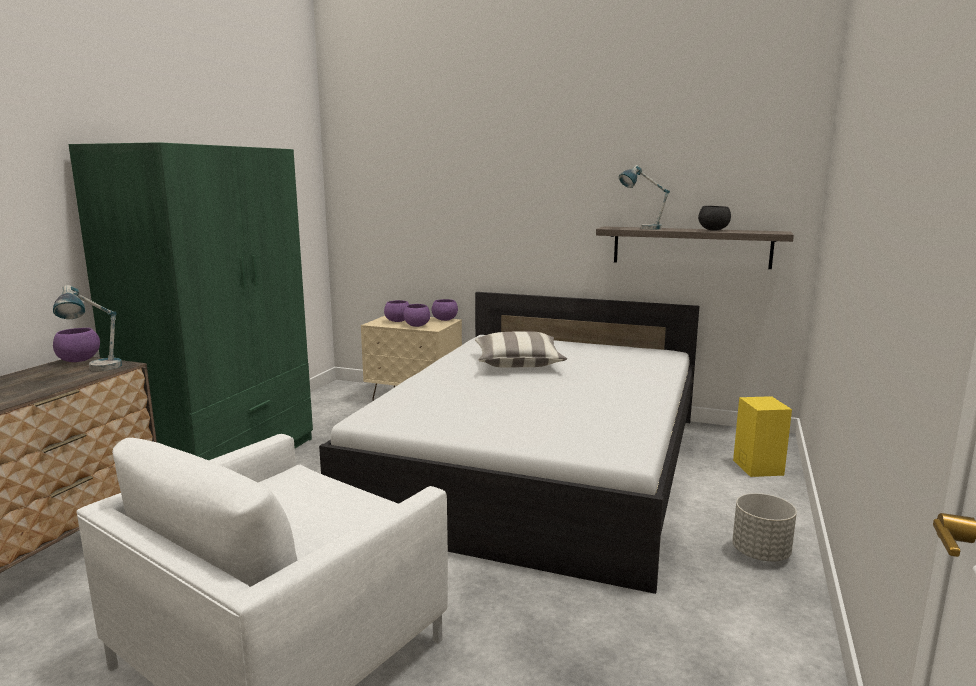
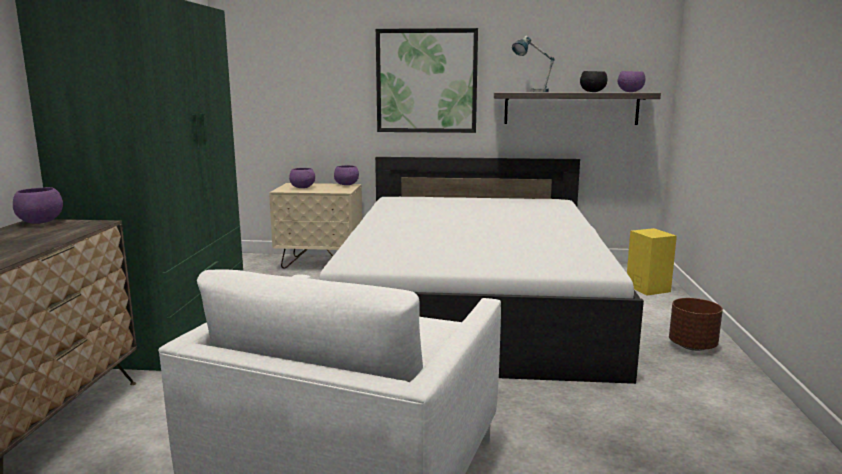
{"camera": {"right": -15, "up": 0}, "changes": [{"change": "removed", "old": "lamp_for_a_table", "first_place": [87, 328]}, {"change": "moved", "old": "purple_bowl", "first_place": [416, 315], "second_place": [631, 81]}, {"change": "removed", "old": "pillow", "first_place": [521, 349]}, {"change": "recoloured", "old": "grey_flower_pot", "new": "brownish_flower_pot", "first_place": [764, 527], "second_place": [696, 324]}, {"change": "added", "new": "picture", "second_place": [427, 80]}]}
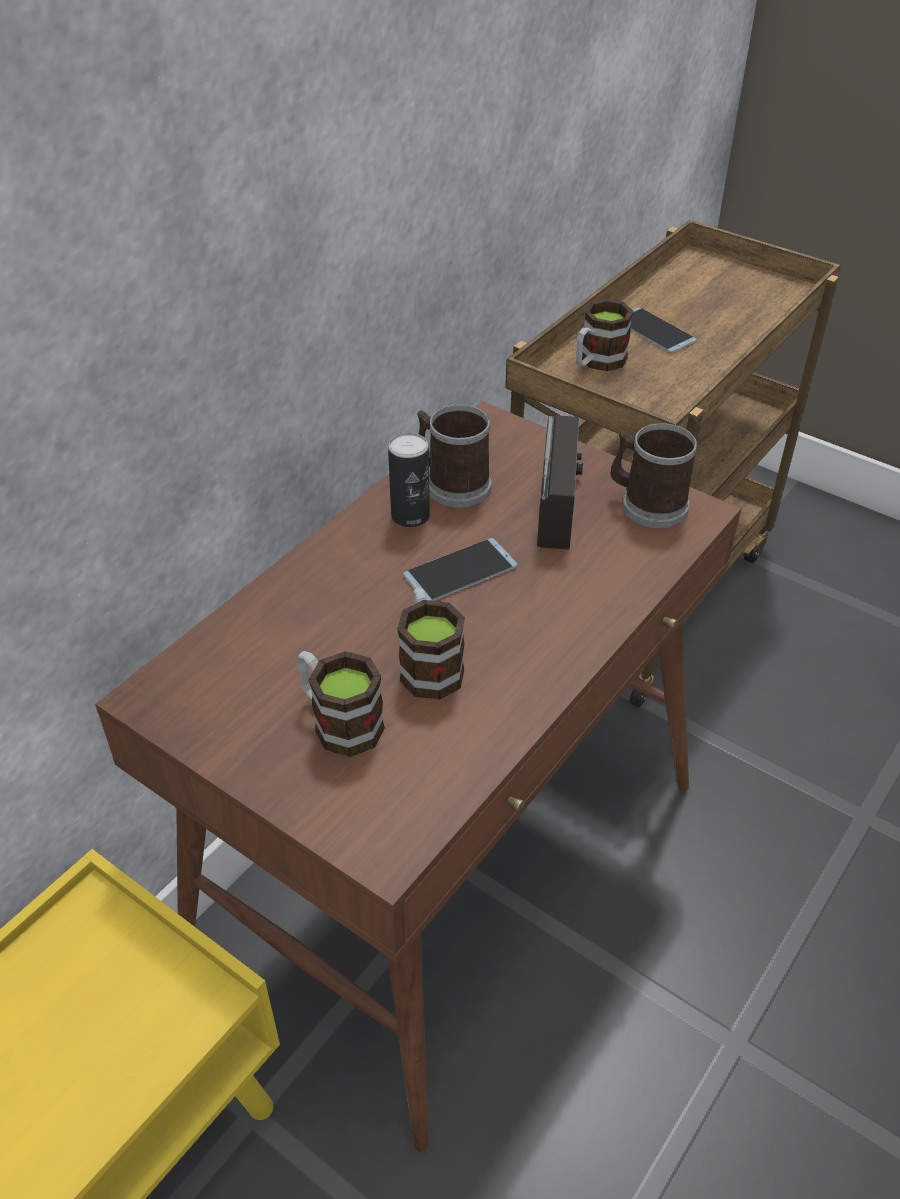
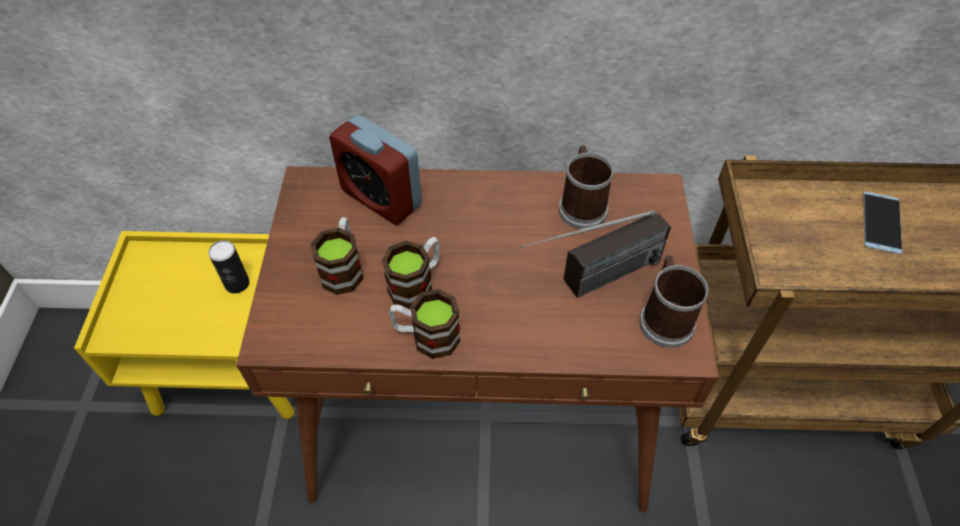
{"camera": {"right": 55, "up": 10}, "changes": [{"change": "moved", "old": "tea_mug", "first_place": [604, 335], "second_place": [425, 324]}, {"change": "moved", "old": "metal_can", "first_place": [409, 479], "second_place": [228, 266]}, {"change": "removed", "old": "handset", "first_place": [460, 569]}, {"change": "added", "new": "bedside_clock", "second_place": [375, 170]}]}
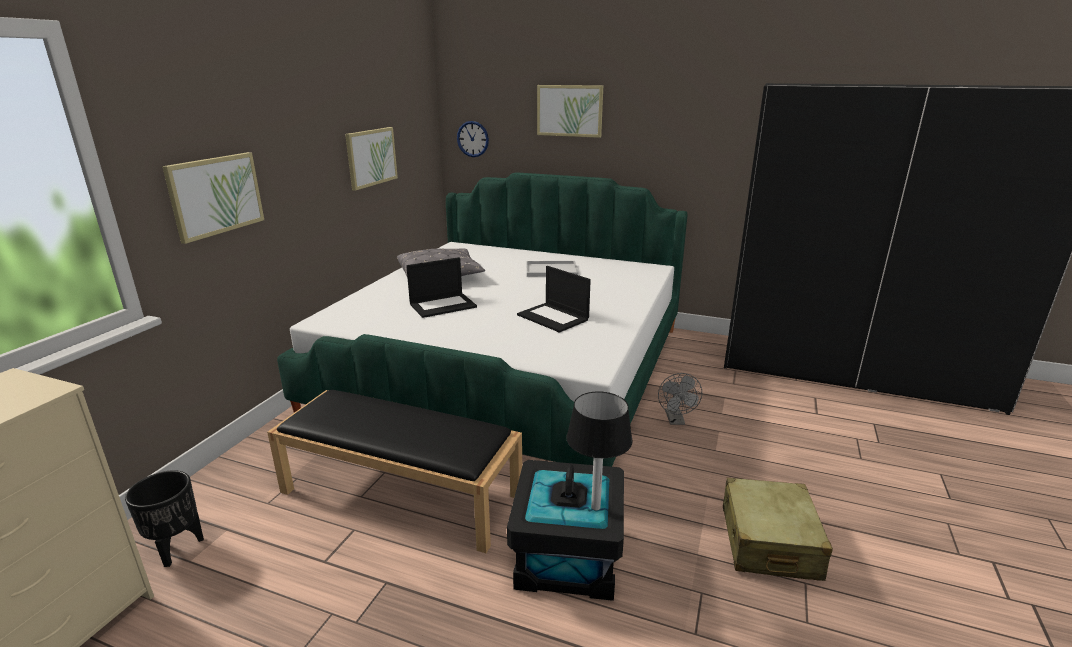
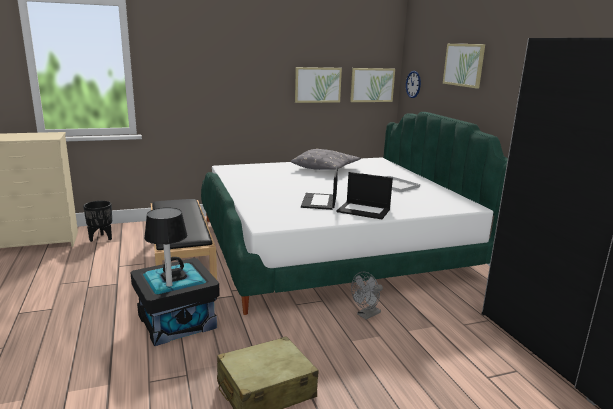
{"camera": {"right": 50, "up": -5}, "changes": [{"change": "moved", "old": "picture", "first_place": [213, 198], "second_place": [372, 85]}, {"change": "moved", "old": "laptop", "first_place": [441, 287], "second_place": [365, 195]}]}
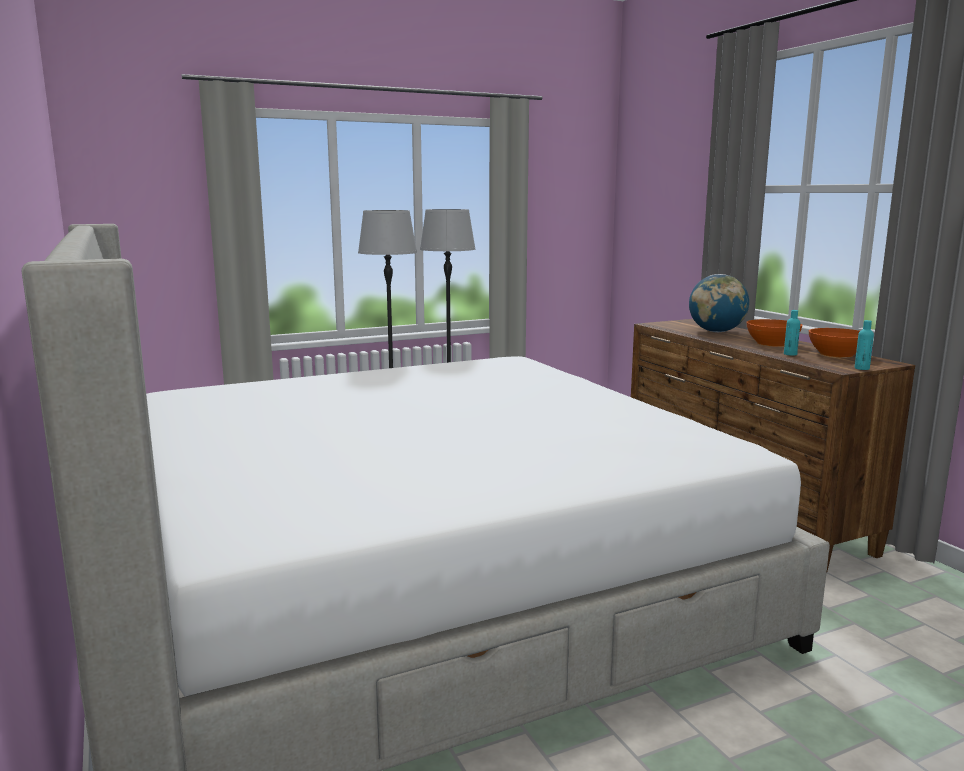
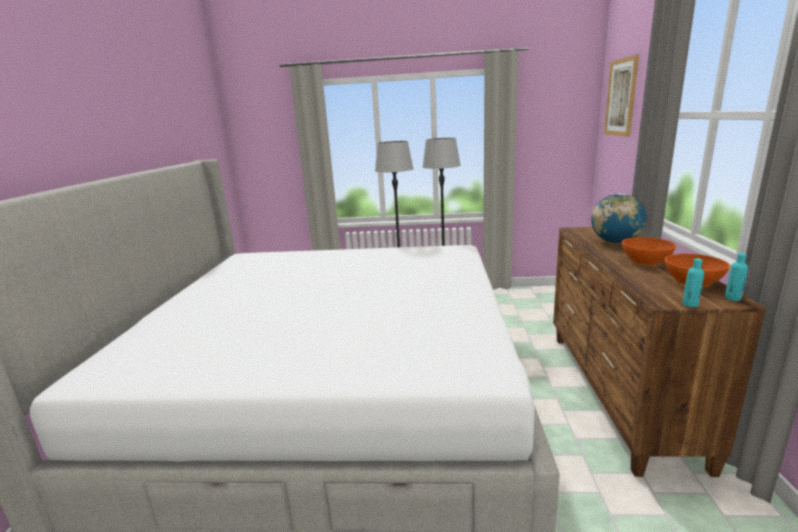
{"camera": {"right": 30, "up": 5}, "changes": [{"change": "moved", "old": "turquoise-coloured_beverage_bottle", "first_place": [792, 333], "second_place": [736, 277]}, {"change": "added", "new": "picture", "second_place": [621, 95]}]}
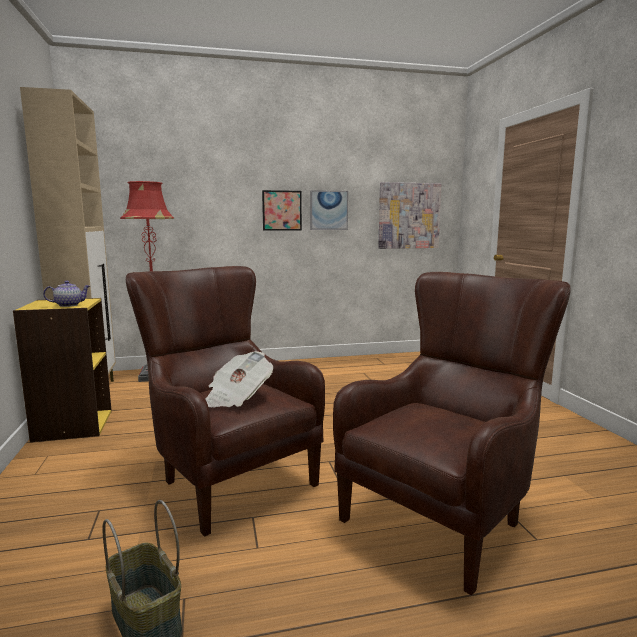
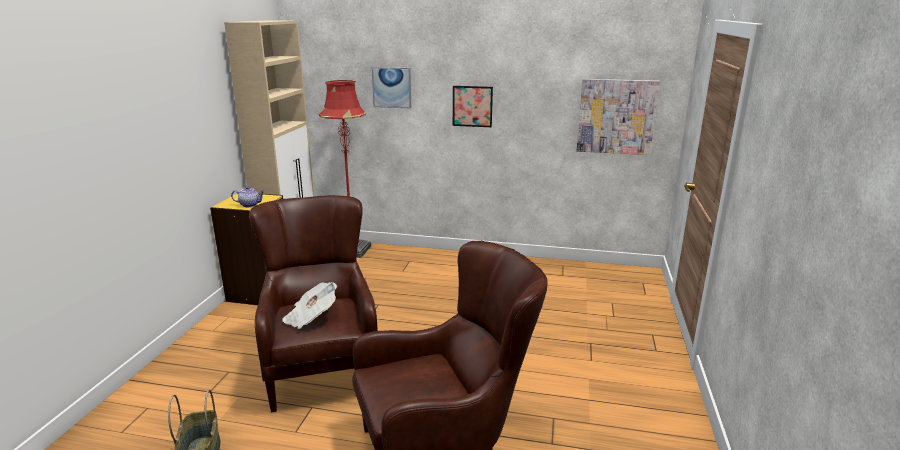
{"camera": {"right": 25, "up": 10}, "changes": [{"change": "moved", "old": "picture", "first_place": [329, 210], "second_place": [391, 87]}]}
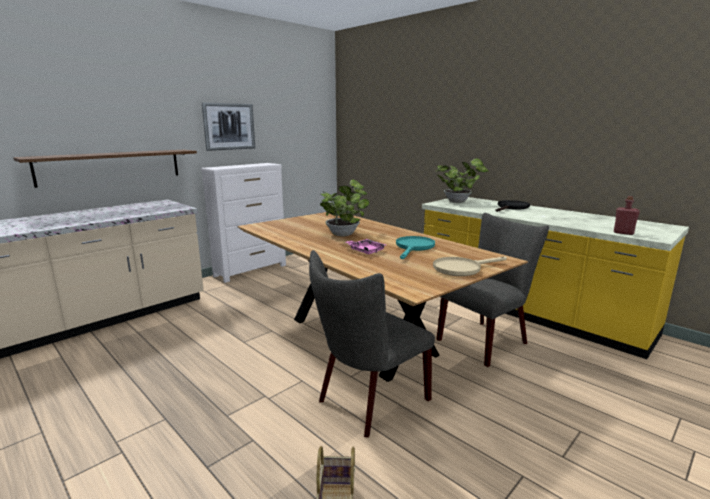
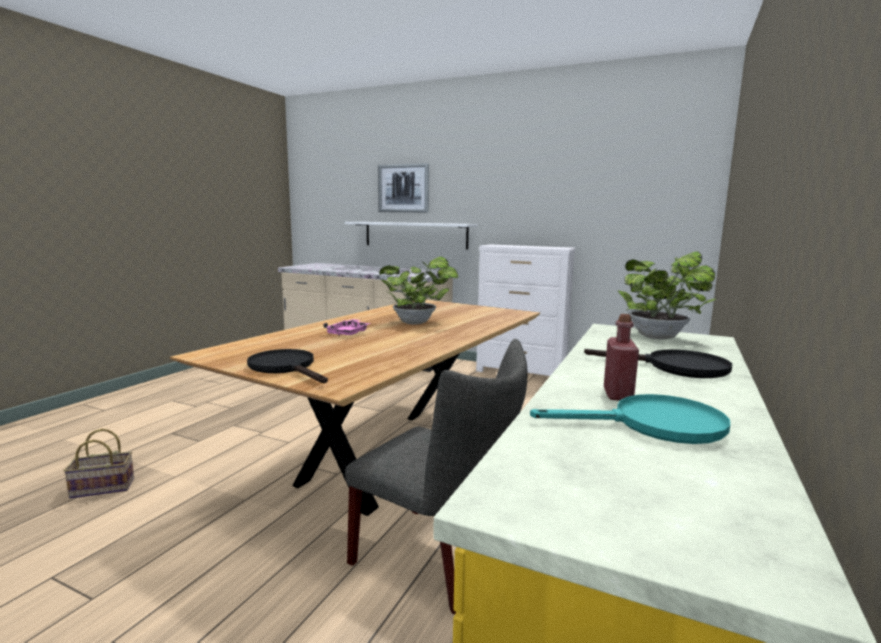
{"camera": {"right": 70, "up": -5}, "changes": [{"change": "moved", "old": "picture", "first_place": [228, 126], "second_place": [403, 188]}, {"change": "recoloured", "old": "brownish_bracket_shelf", "new": "white_bracket_shelf", "first_place": [105, 169], "second_place": [411, 236]}, {"change": "moved", "old": "red-coloured_beverage_bottle", "first_place": [627, 215], "second_place": [621, 357]}, {"change": "moved", "old": "turquoise-coloured_skillet", "first_place": [415, 247], "second_place": [630, 419]}, {"change": "removed", "old": "grey_chair", "first_place": [372, 344]}, {"change": "recoloured", "old": "beige_skillet", "new": "black-coloured_skillet", "first_place": [470, 266], "second_place": [287, 366]}]}
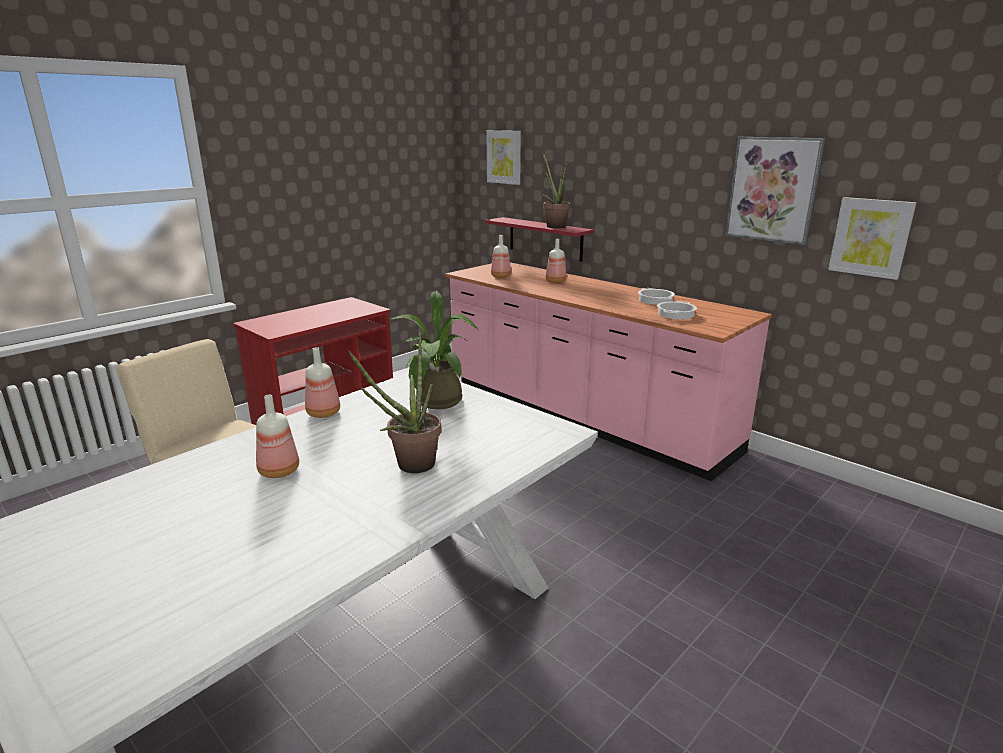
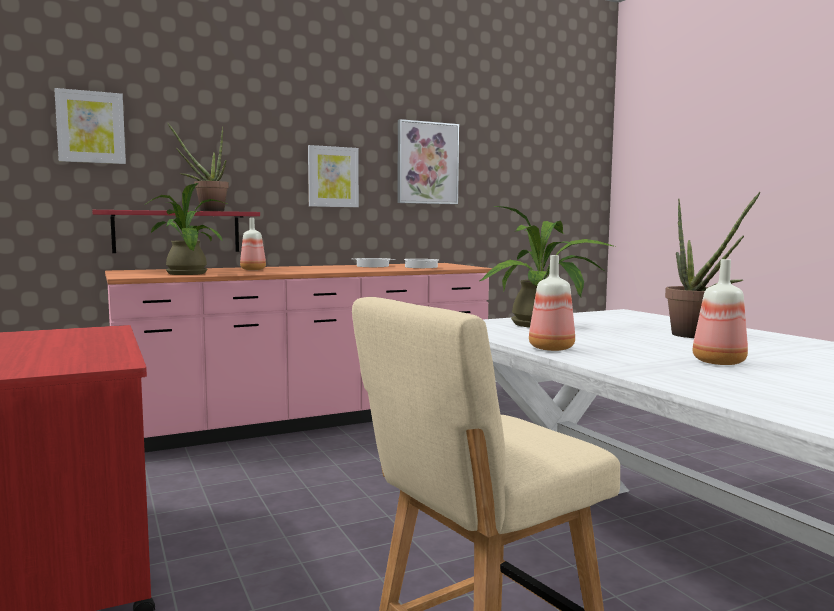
{"camera": {"right": -70, "up": -15}, "changes": [{"change": "moved", "old": "picture", "first_place": [872, 238], "second_place": [333, 176]}, {"change": "replaced", "old": "beverage_bottle", "new": "houseplant", "first_place": [501, 256], "second_place": [186, 229]}]}
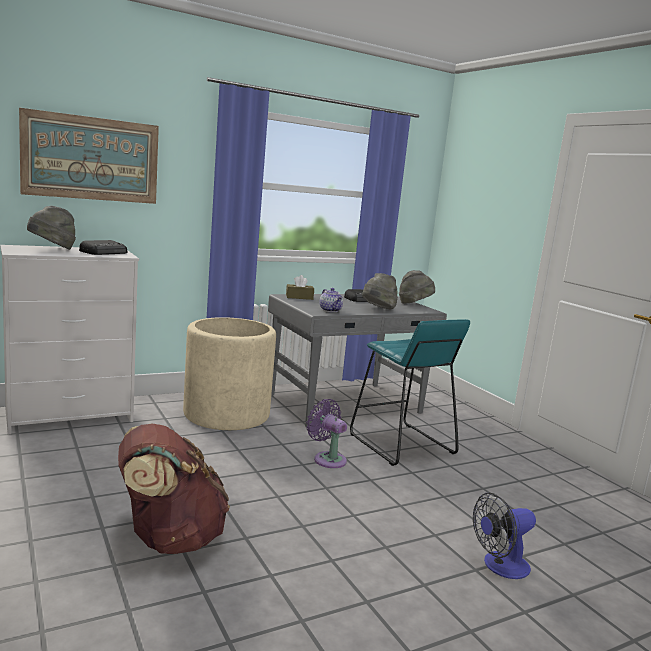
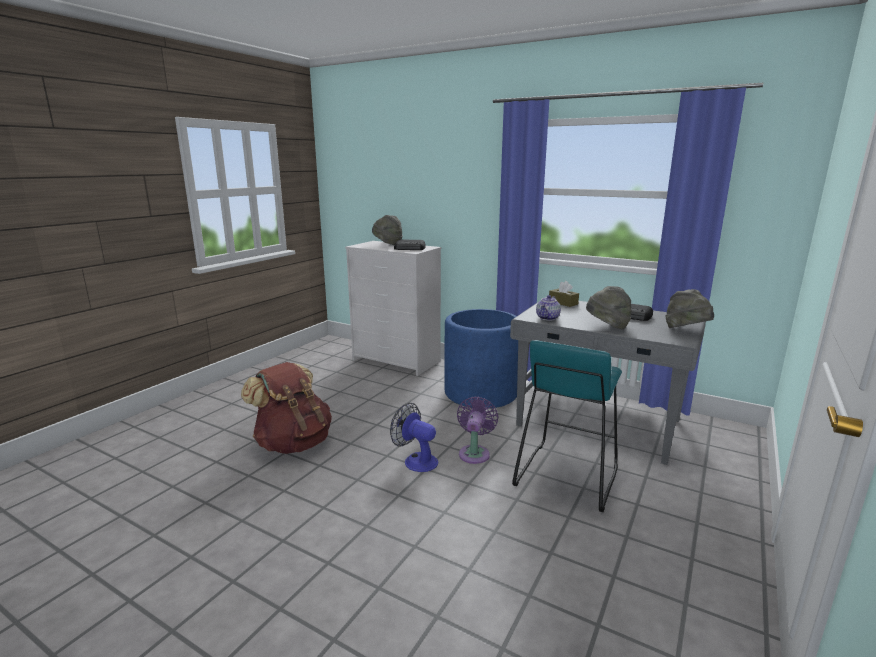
{"camera": {"right": 60, "up": 5}, "changes": [{"change": "removed", "old": "picture", "first_place": [89, 156]}, {"change": "recoloured", "old": "beige_flower_pot", "new": "blue-coloured_flower_pot", "first_place": [229, 373], "second_place": [481, 358]}, {"change": "moved", "old": "fan", "first_place": [504, 536], "second_place": [414, 437]}]}
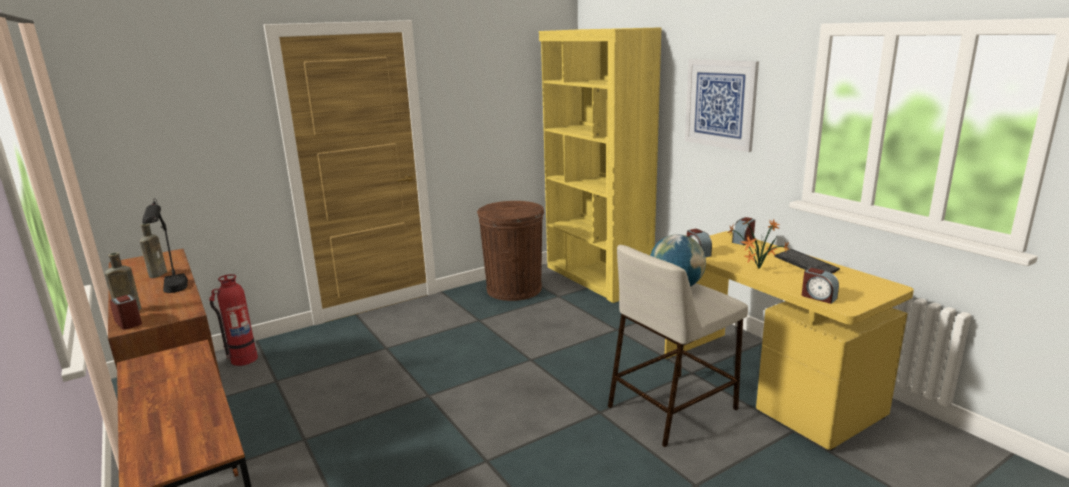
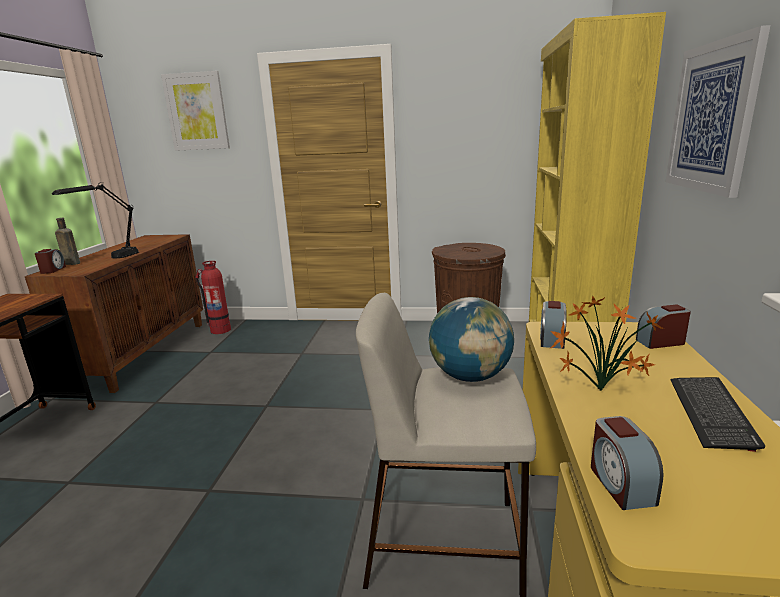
{"camera": {"right": 40, "up": 0}, "changes": [{"change": "removed", "old": "brownish_beverage_bottle", "first_place": [153, 250]}, {"change": "added", "new": "picture", "second_place": [195, 111]}]}
